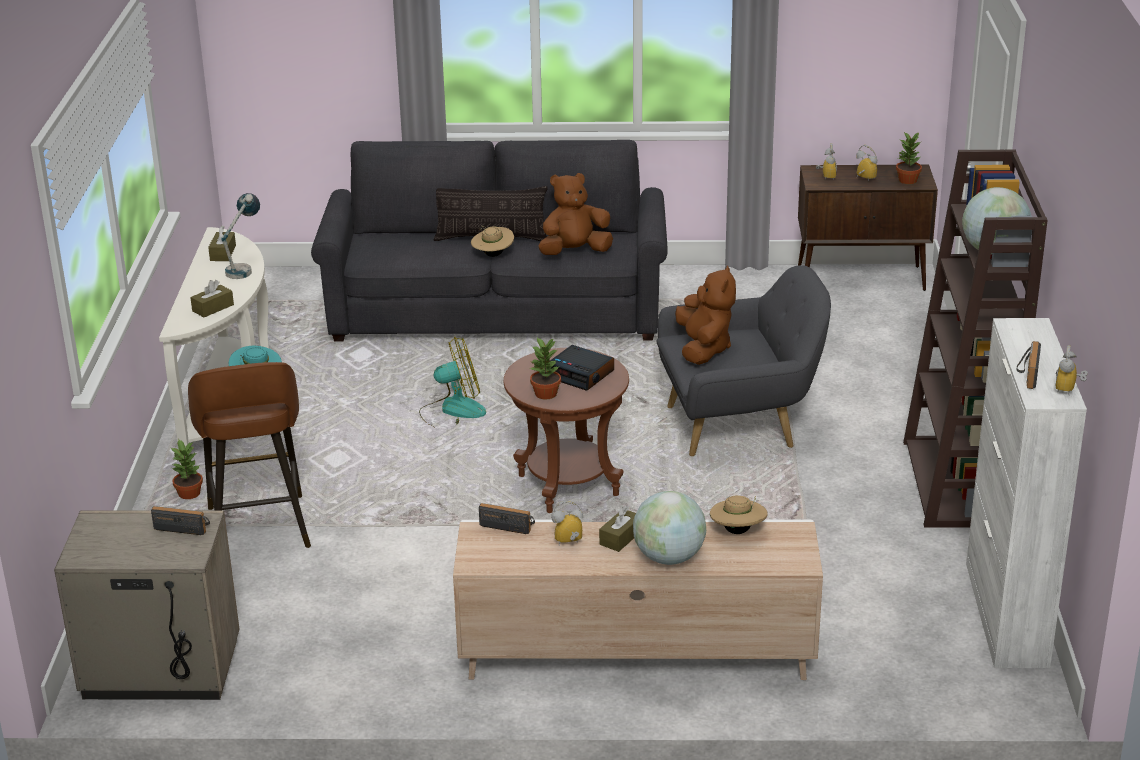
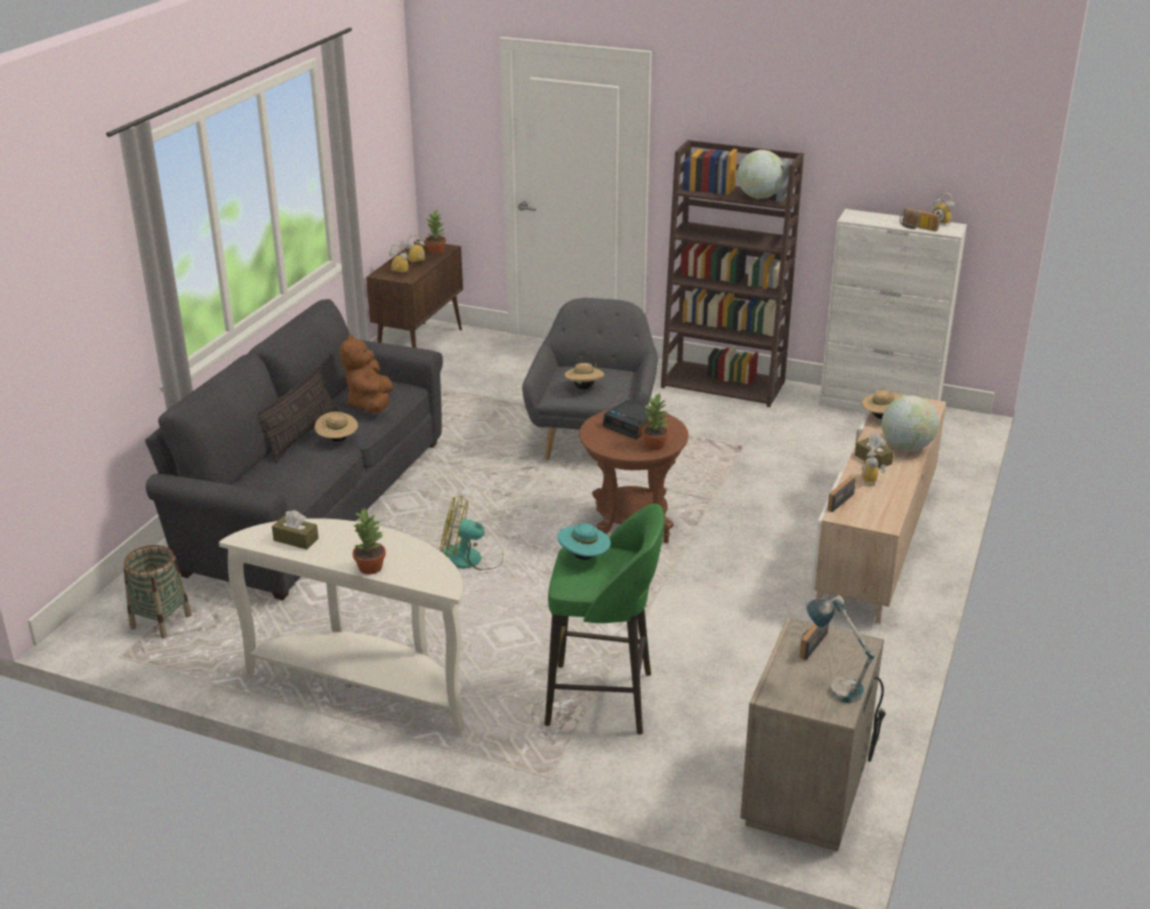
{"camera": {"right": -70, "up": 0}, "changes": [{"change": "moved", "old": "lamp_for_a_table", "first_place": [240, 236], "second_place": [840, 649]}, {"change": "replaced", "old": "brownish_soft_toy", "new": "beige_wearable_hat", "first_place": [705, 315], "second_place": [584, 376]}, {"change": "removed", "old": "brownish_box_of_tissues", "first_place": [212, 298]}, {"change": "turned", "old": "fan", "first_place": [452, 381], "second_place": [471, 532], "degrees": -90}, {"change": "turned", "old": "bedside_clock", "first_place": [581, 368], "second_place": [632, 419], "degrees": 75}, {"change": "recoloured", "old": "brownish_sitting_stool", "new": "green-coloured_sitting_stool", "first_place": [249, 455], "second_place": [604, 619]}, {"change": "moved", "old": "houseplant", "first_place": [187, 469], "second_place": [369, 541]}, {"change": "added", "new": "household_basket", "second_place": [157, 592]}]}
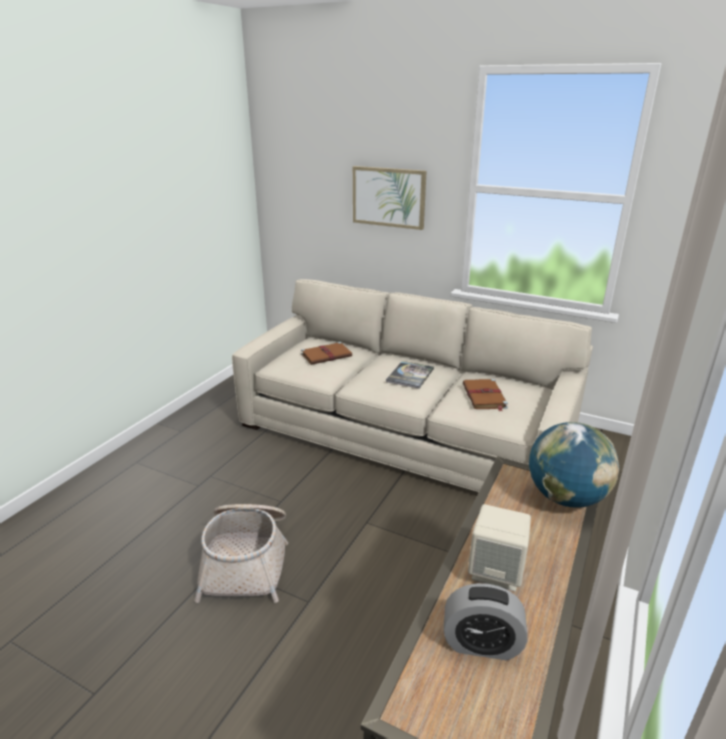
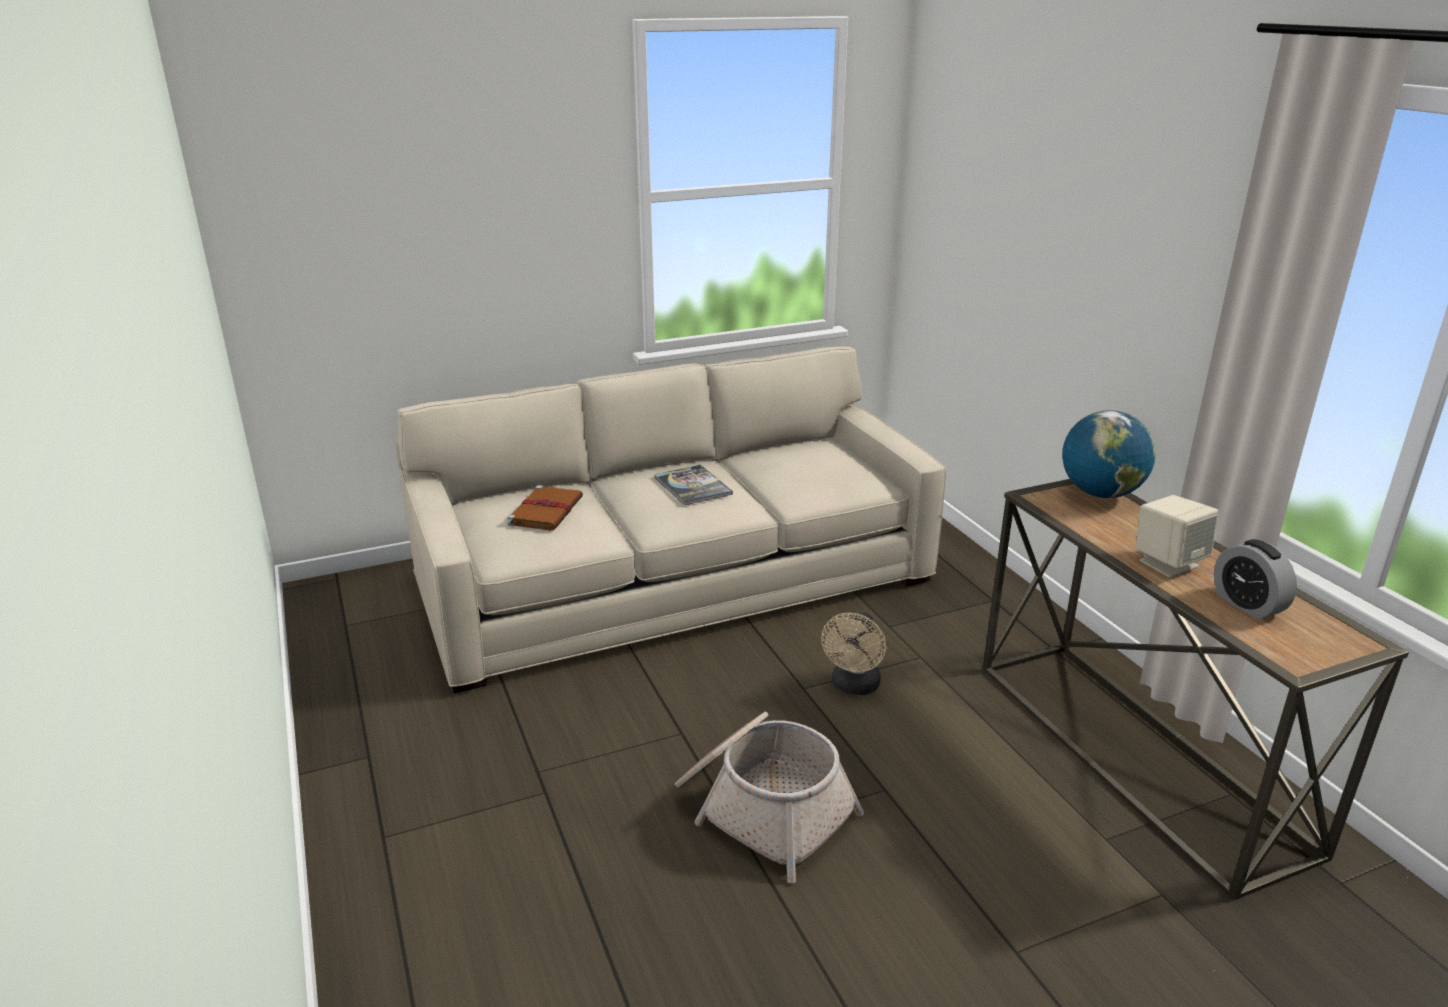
{"camera": {"right": -50, "up": 0}, "changes": [{"change": "removed", "old": "picture", "first_place": [390, 198]}, {"change": "removed", "old": "brownish_book", "first_place": [485, 395]}, {"change": "turned", "old": "bedside_clock", "first_place": [485, 621], "second_place": [1255, 579], "degrees": 105}, {"change": "added", "new": "beige_fan", "second_place": [853, 653]}]}
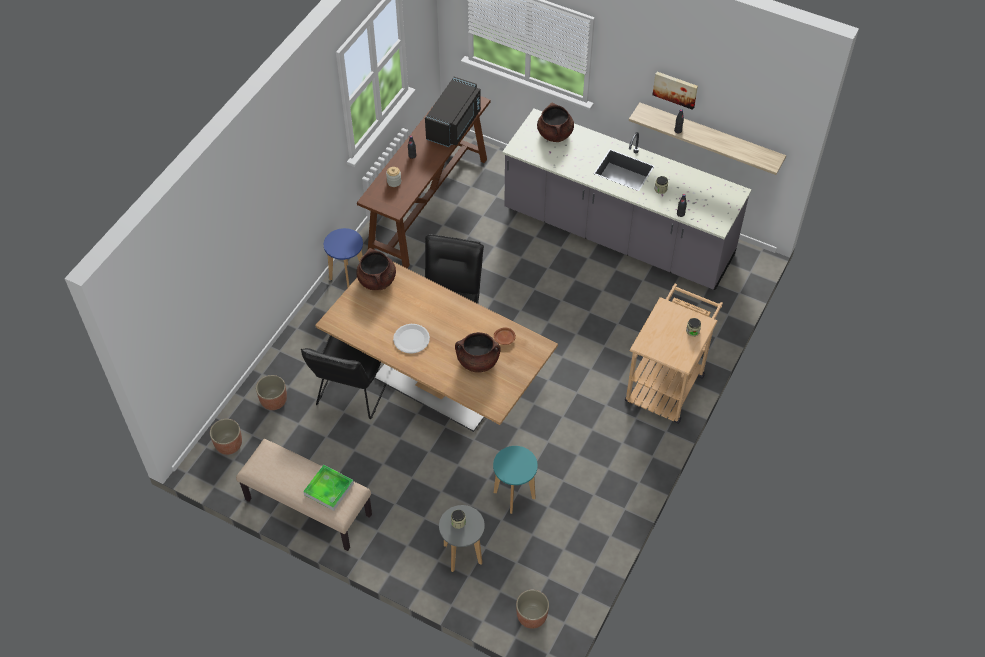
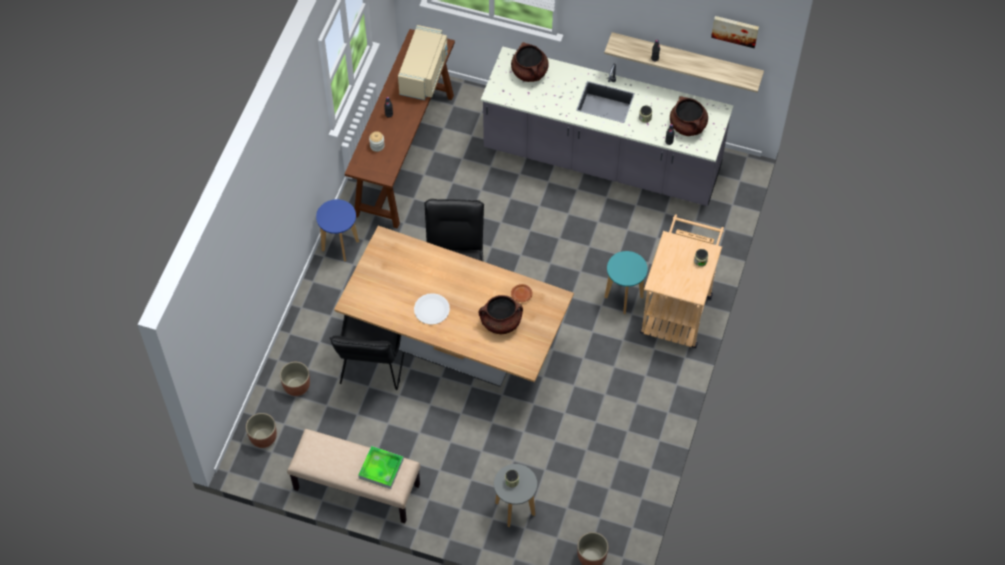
{"camera": {"right": -10, "up": 5}, "changes": [{"change": "moved", "old": "picture", "first_place": [675, 91], "second_place": [735, 32]}, {"change": "recoloured", "old": "black-coloured_microwave_oven", "new": "beige_microwave_oven", "first_place": [453, 112], "second_place": [423, 62]}, {"change": "moved", "old": "brownish_stockpot", "first_place": [376, 269], "second_place": [689, 116]}, {"change": "moved", "old": "turquoise-coloured_sitting_stool", "first_place": [515, 480], "second_place": [626, 282]}]}
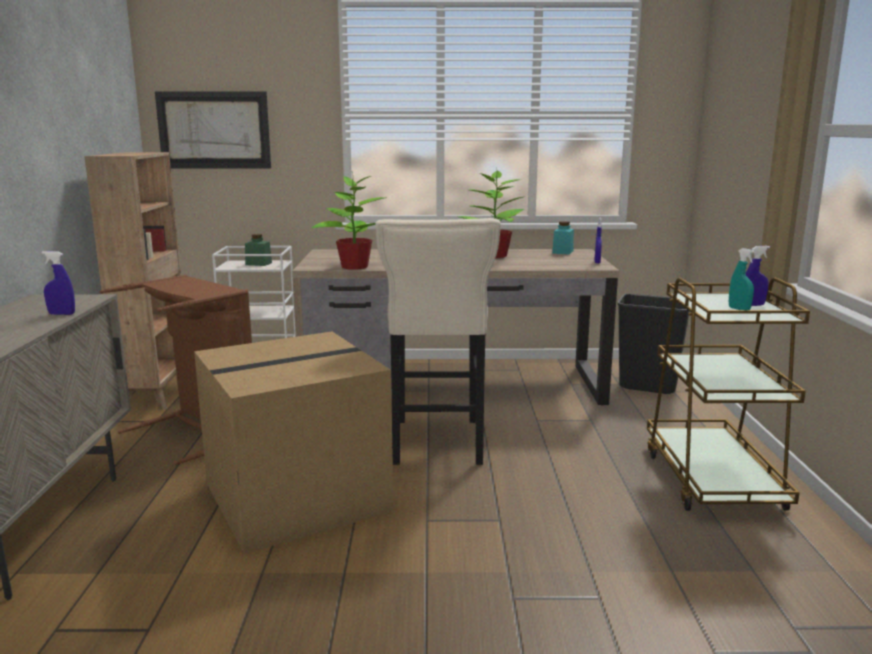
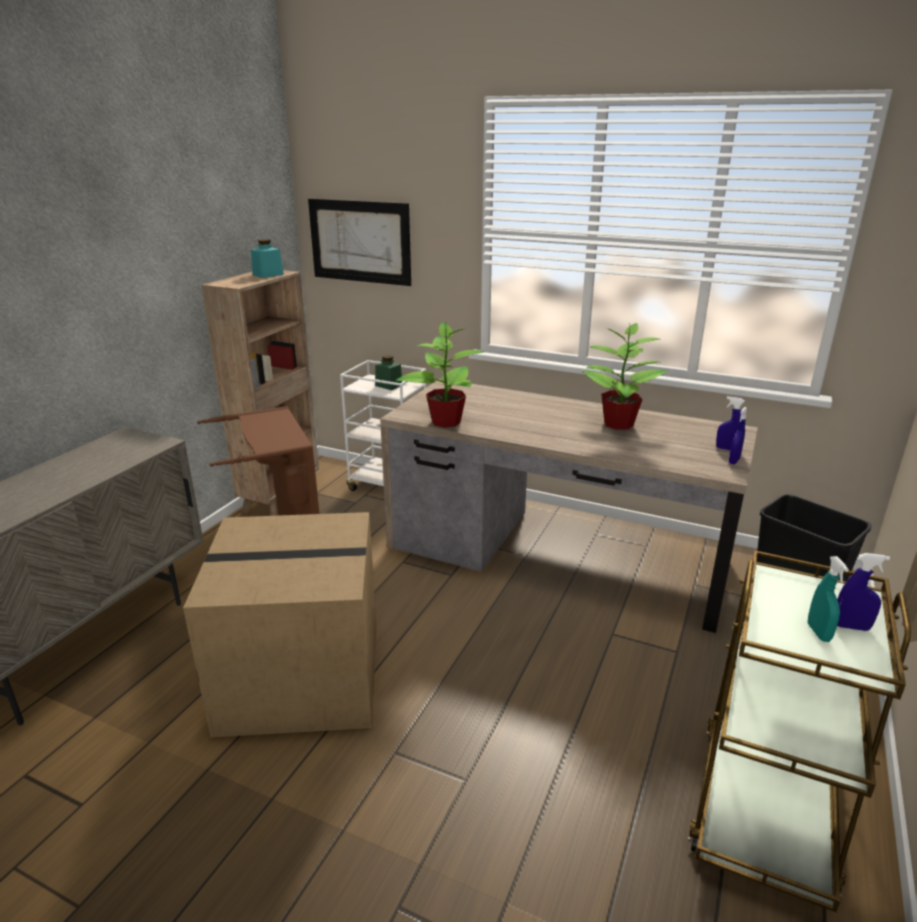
{"camera": {"right": 25, "up": 10}, "changes": [{"change": "removed", "old": "beige_sitting_stool", "first_place": [438, 341]}, {"change": "moved", "old": "turquoise-coloured_jar", "first_place": [563, 238], "second_place": [267, 258]}, {"change": "moved", "old": "blue-coloured_hand_sprayer", "first_place": [58, 283], "second_place": [730, 423]}]}
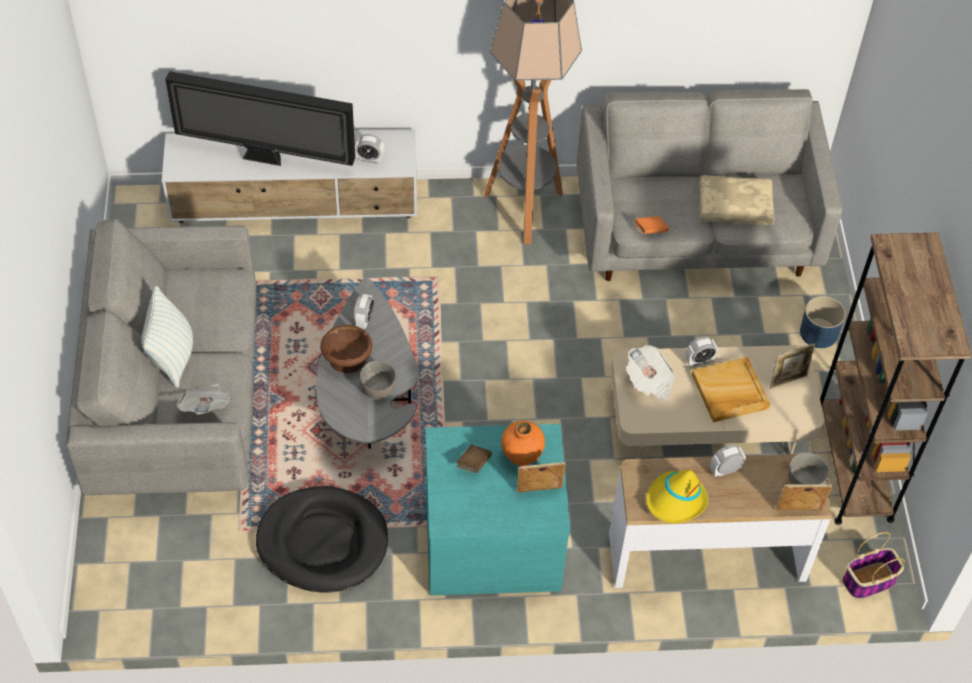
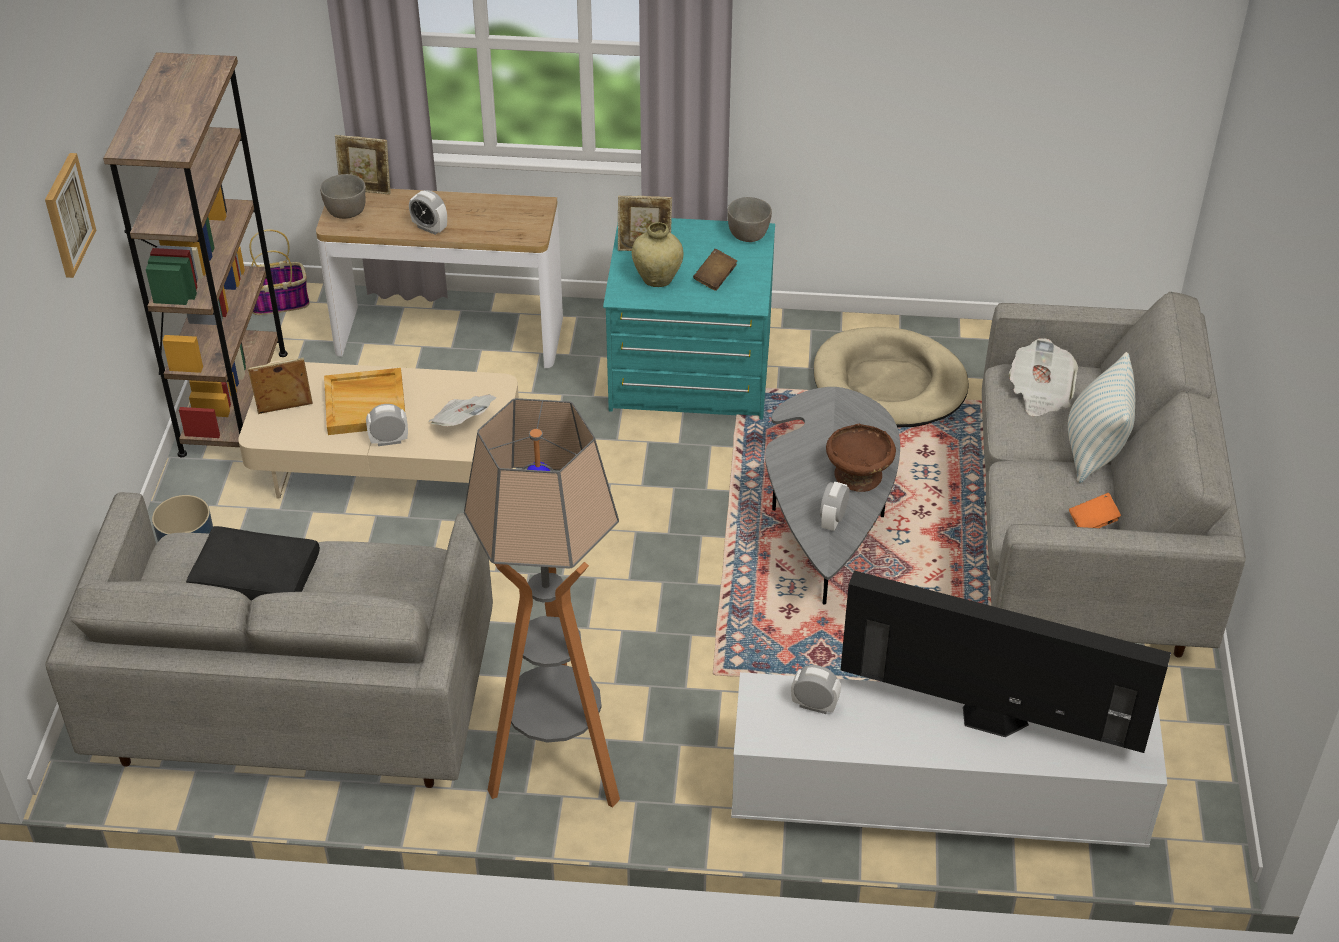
{"camera": {"right": -170, "up": -10}, "changes": [{"change": "recoloured", "old": "beige_pillow", "new": "black-coloured_pillow", "first_place": [737, 200], "second_place": [253, 563]}, {"change": "moved", "old": "orange_book", "first_place": [652, 225], "second_place": [1095, 510]}, {"change": "moved", "old": "grey_bowl", "first_place": [378, 380], "second_place": [749, 219]}, {"change": "recoloured", "old": "orange_flower_vase", "new": "beige_flower_vase", "first_place": [523, 443], "second_place": [657, 254]}, {"change": "turned", "old": "bedside_clock", "first_place": [728, 461], "second_place": [428, 212], "degrees": 45}, {"change": "removed", "old": "yellow-coloured_wearable_hat", "first_place": [677, 496]}, {"change": "recoloured", "old": "black-coloured_pet_bed", "new": "beige_pet_bed", "first_place": [322, 539], "second_place": [891, 377]}, {"change": "added", "new": "picture", "second_place": [70, 215]}]}
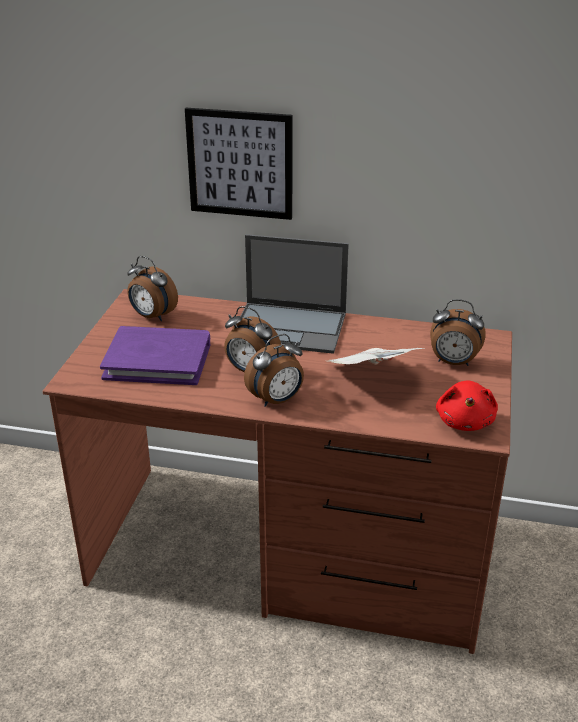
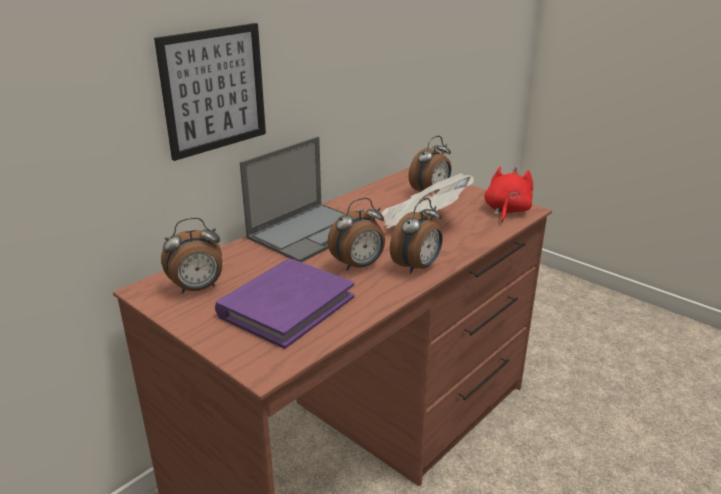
{"camera": {"right": -60, "up": -5}, "changes": [{"change": "turned", "old": "bedside_clock", "first_place": [274, 370], "second_place": [416, 236], "degrees": 45}, {"change": "turned", "old": "red-coloured_soft_toy", "first_place": [467, 405], "second_place": [508, 194], "degrees": -105}]}
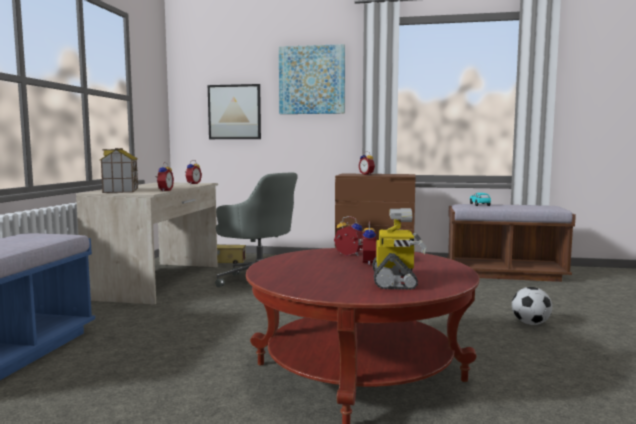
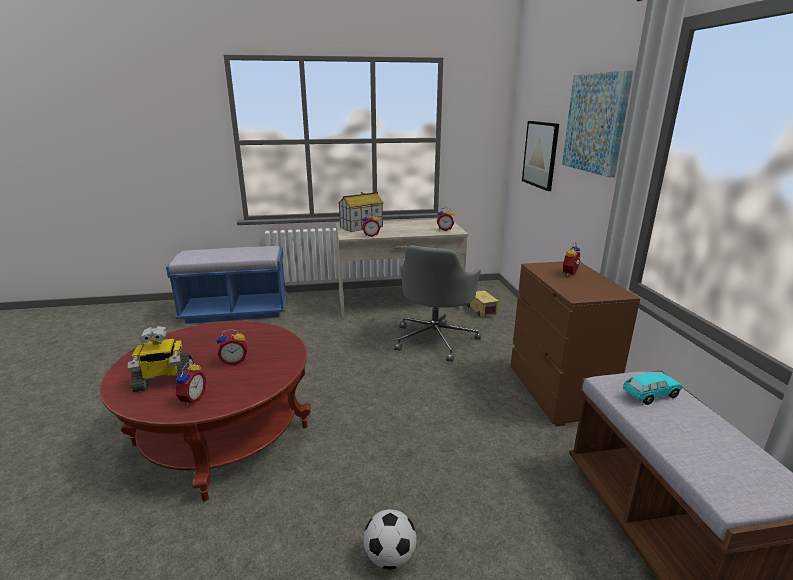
{"camera": {"right": 70, "up": 15}, "changes": [{"change": "moved", "old": "bedside_clock", "first_place": [348, 236], "second_place": [191, 383]}]}
